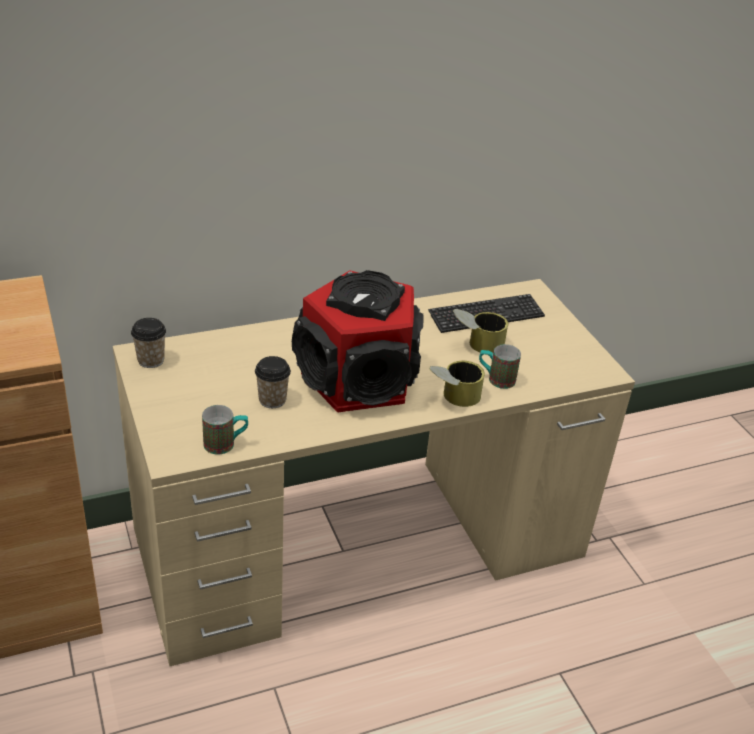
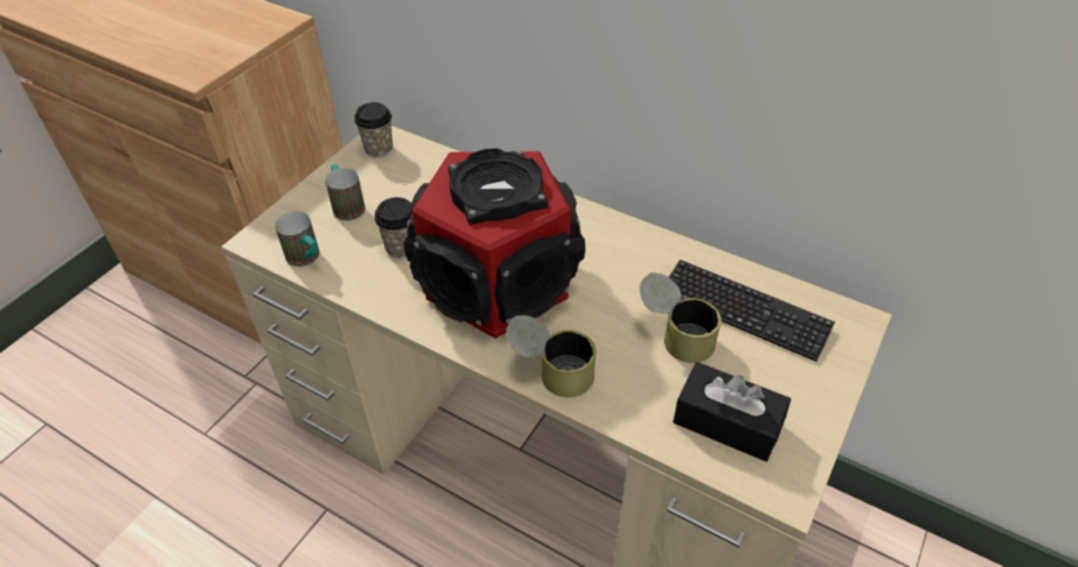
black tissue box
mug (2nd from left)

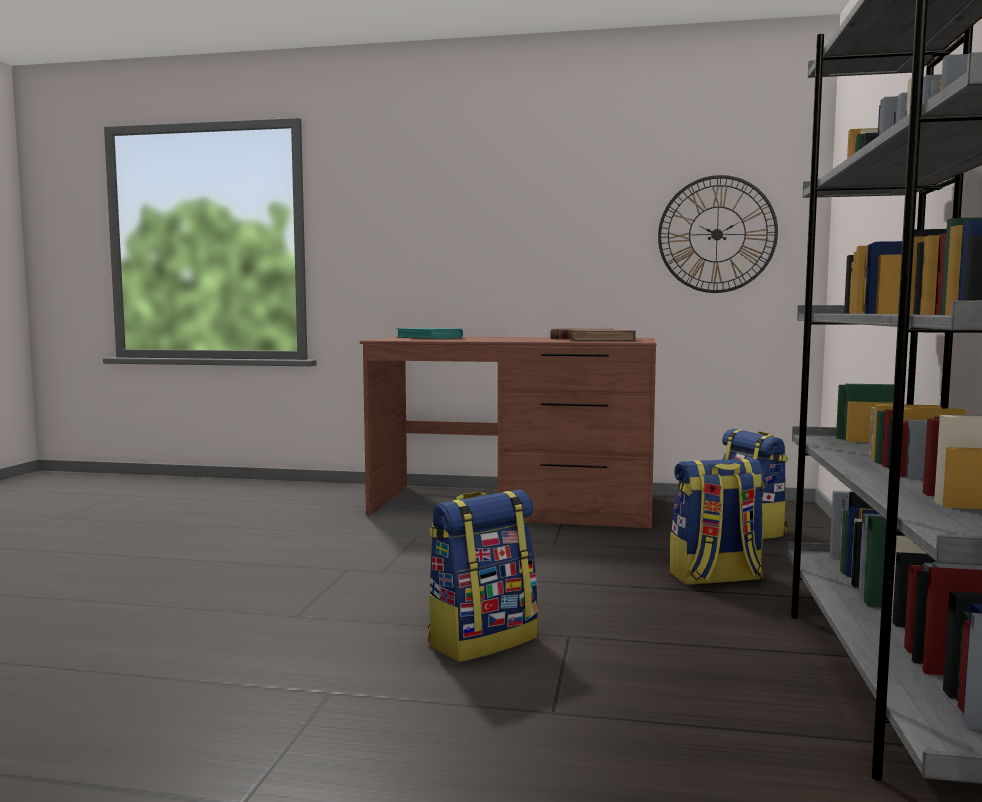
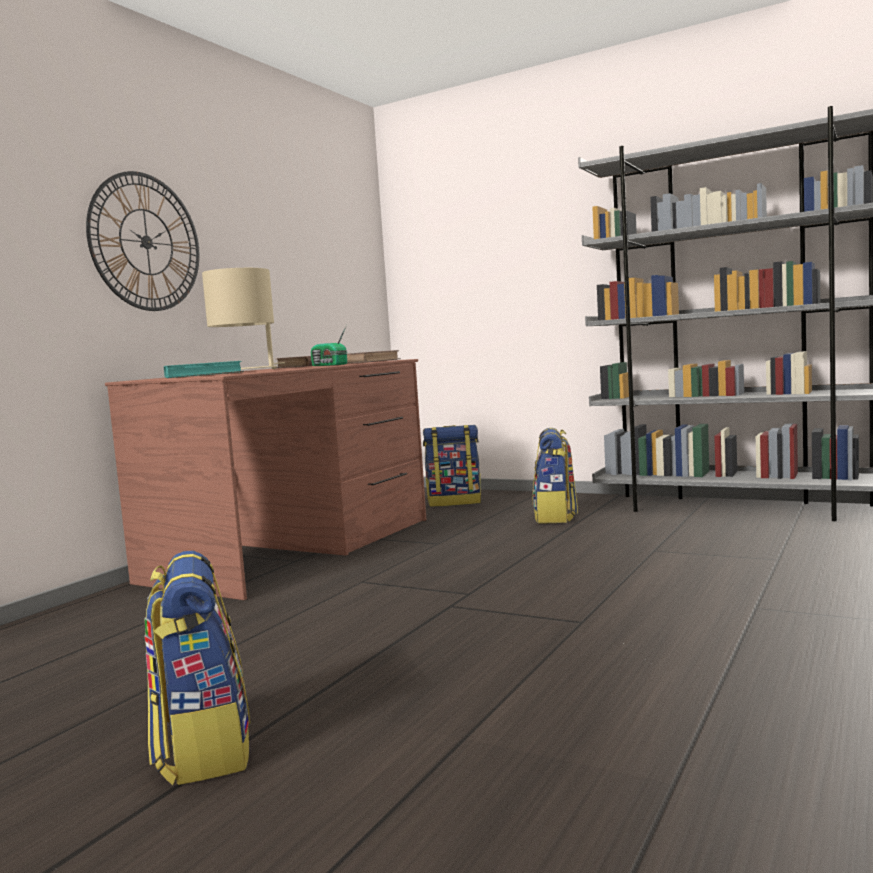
beige table lamp
radio
backpack (1st from left)
wall clock

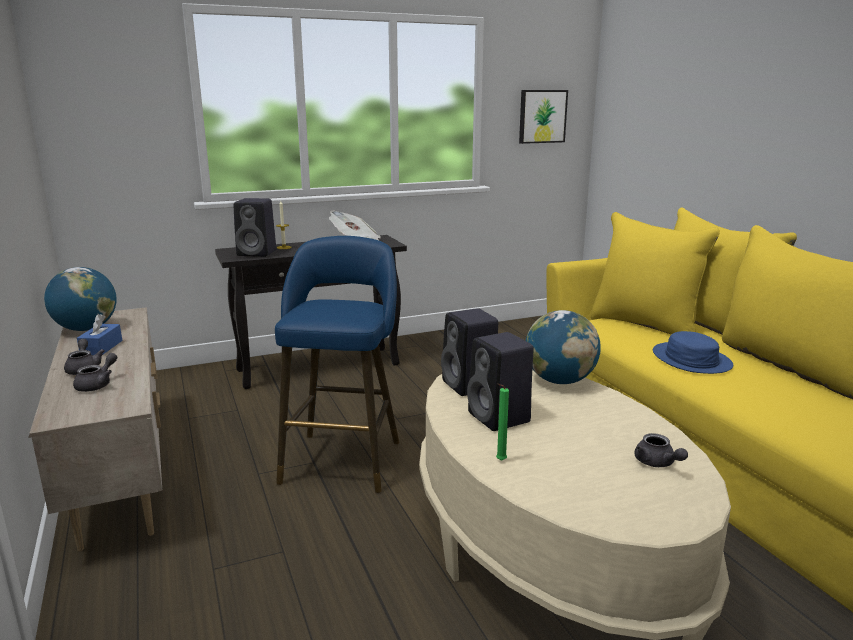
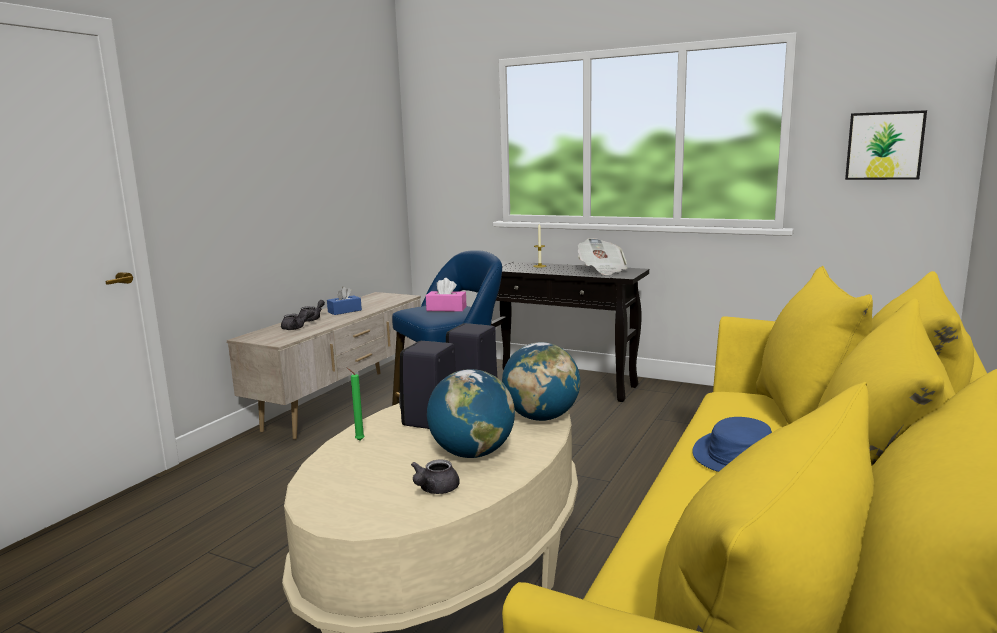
black speaker (1st from left in the first image)
pink tissue box
globe (1st from left)

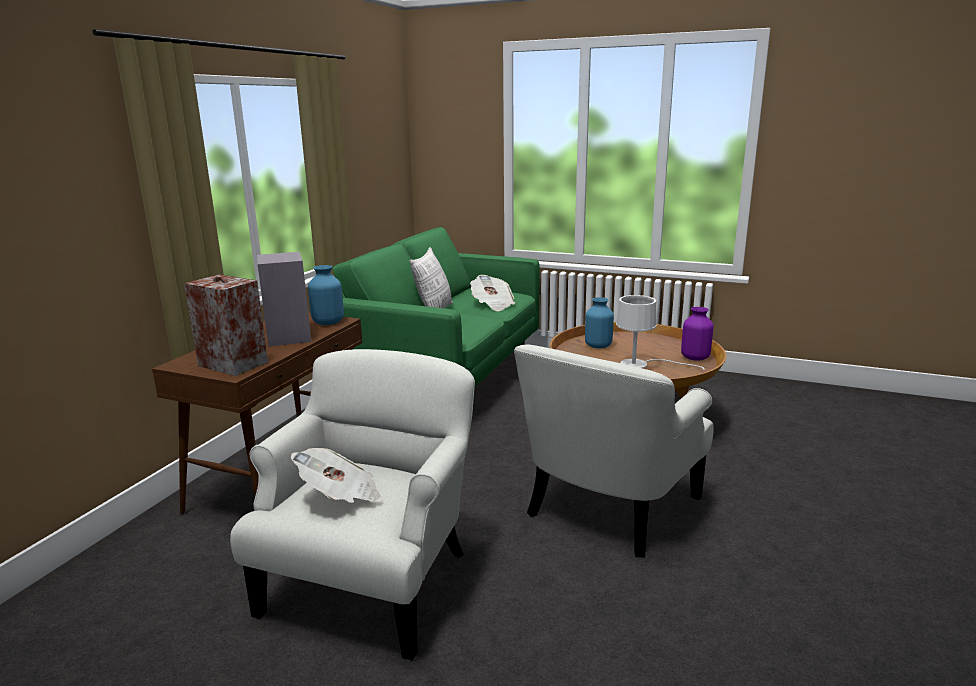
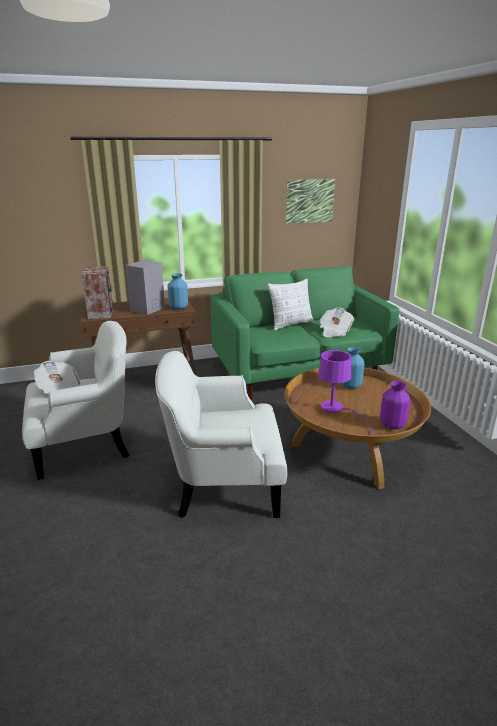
picture
purple table lamp

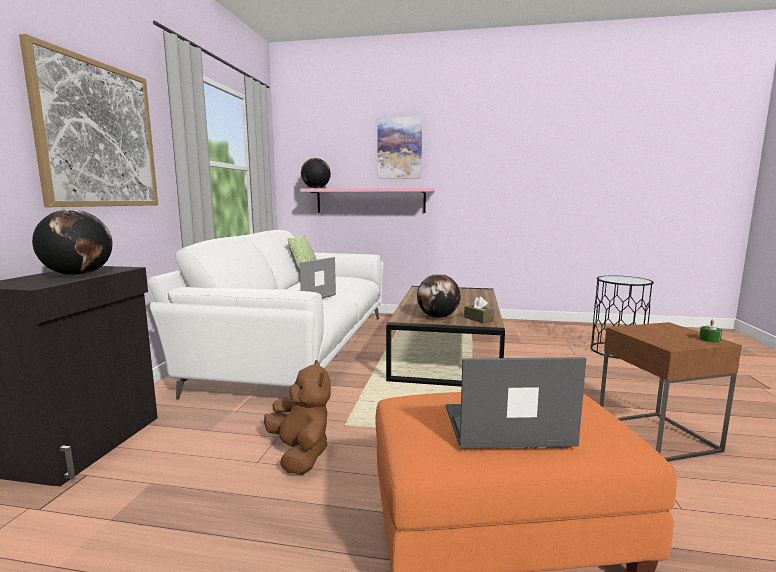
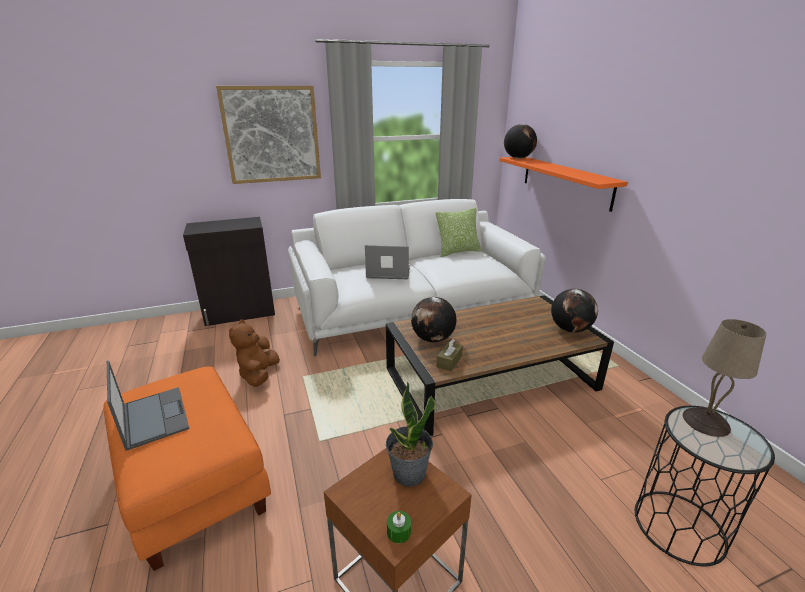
picture (2nd from left in the first image)
potted plant
beige table lamp
globe (3rd from left)
orange shelf
brown plush toy

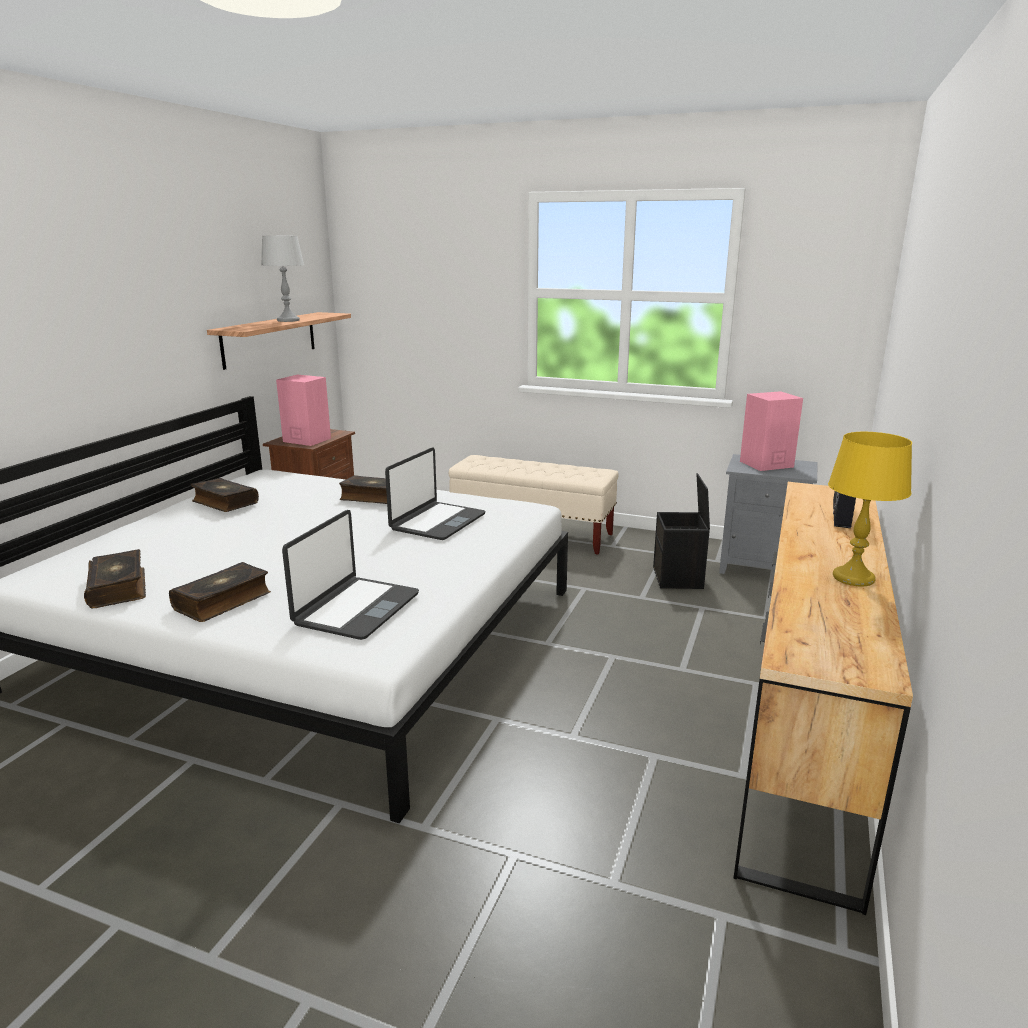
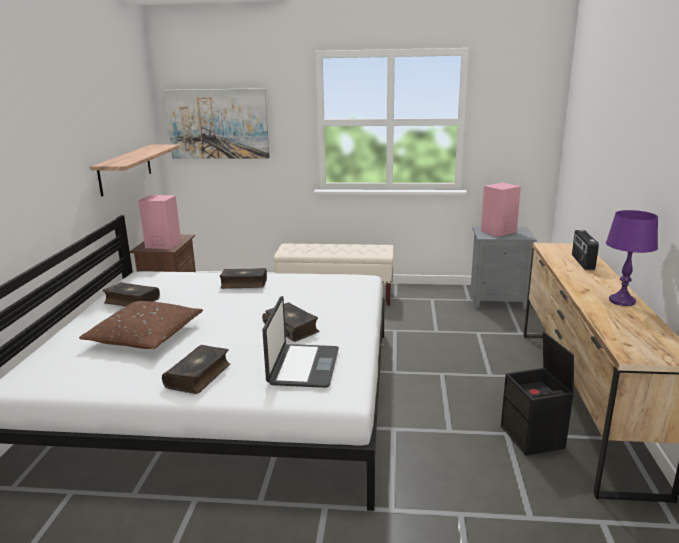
grey table lamp
laptop (2nd from left in the first image)
brown pillow
picture
book (4th from left)
black storage box
purple table lamp

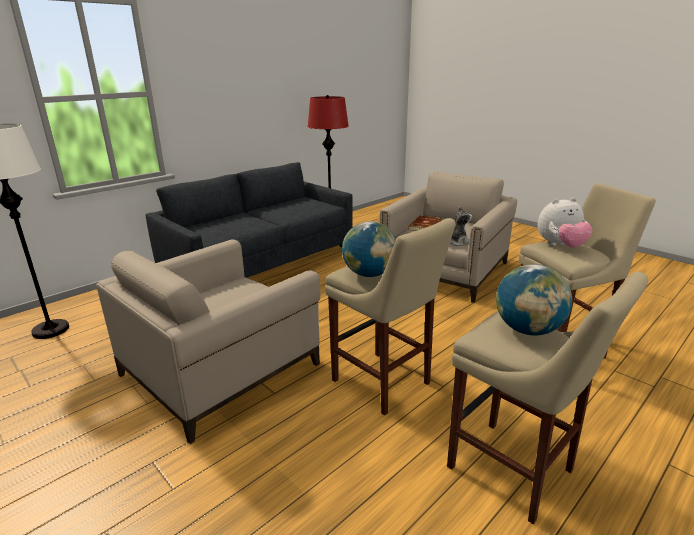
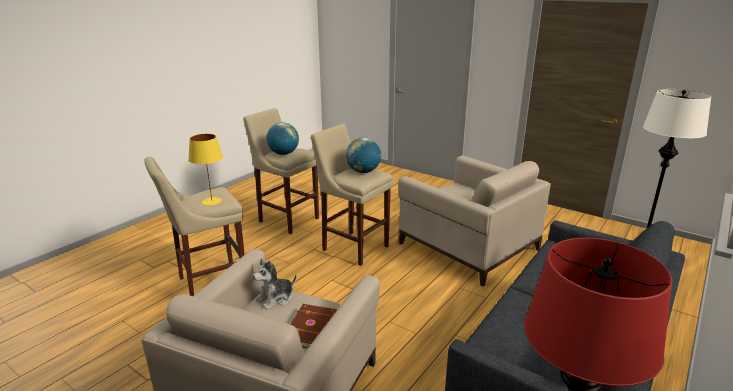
yellow table lamp
beige armchair (2nd from left)

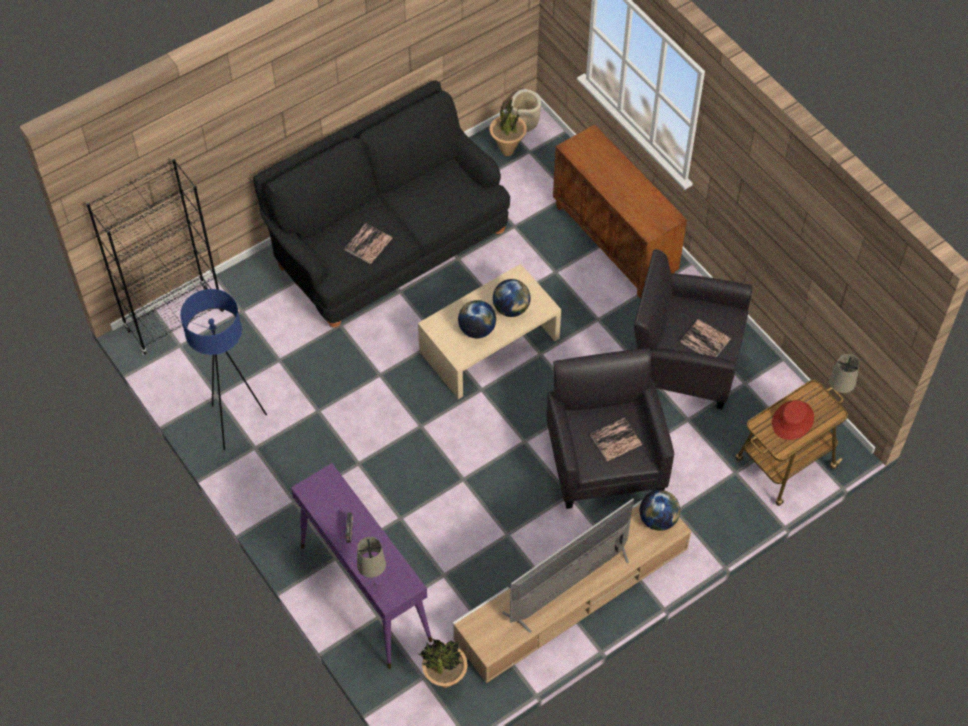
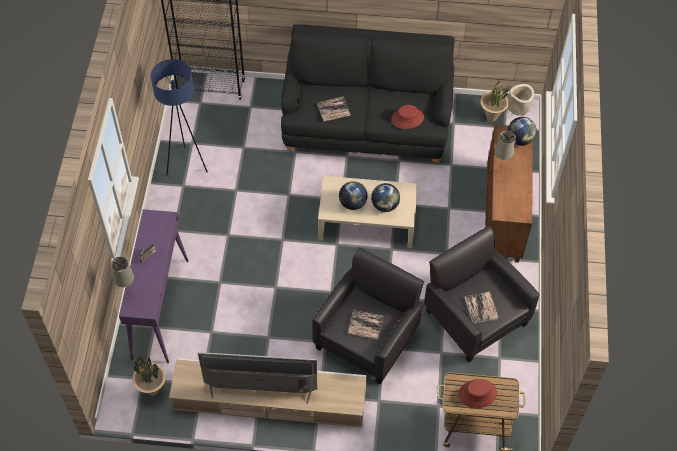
red hat (1st from left)
globe (3rd from left)
beige table lamp (2nd from left)

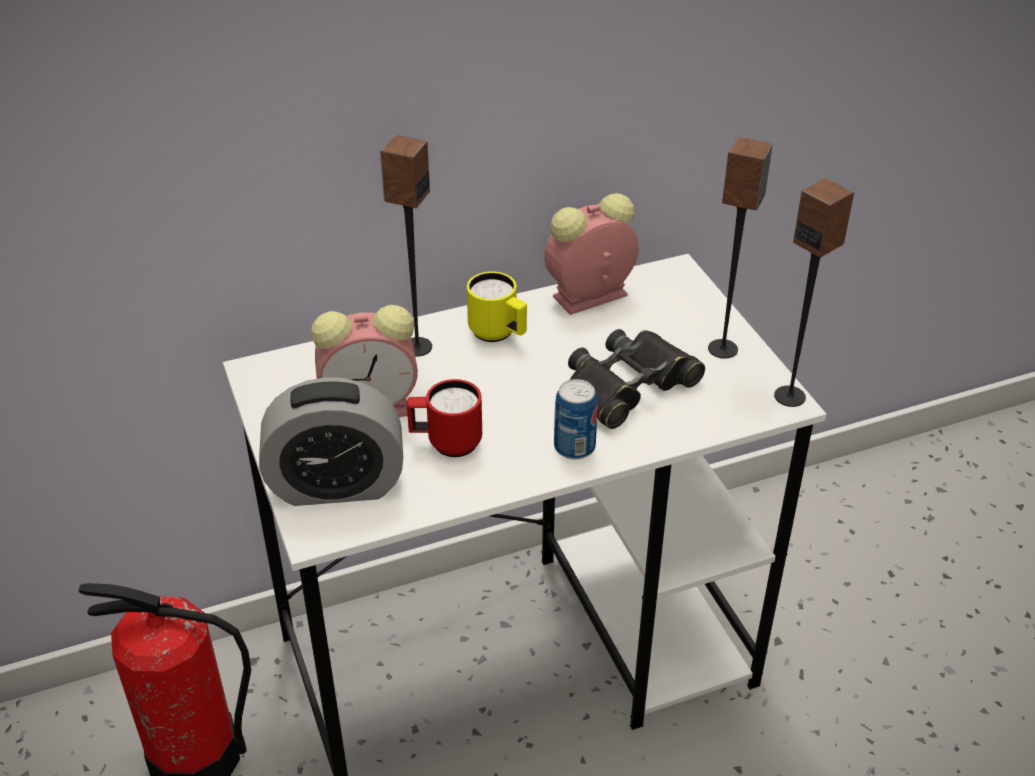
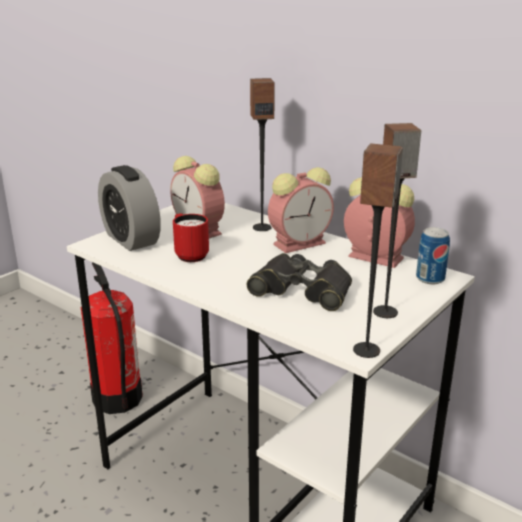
can
alarm clock (3rd from left)

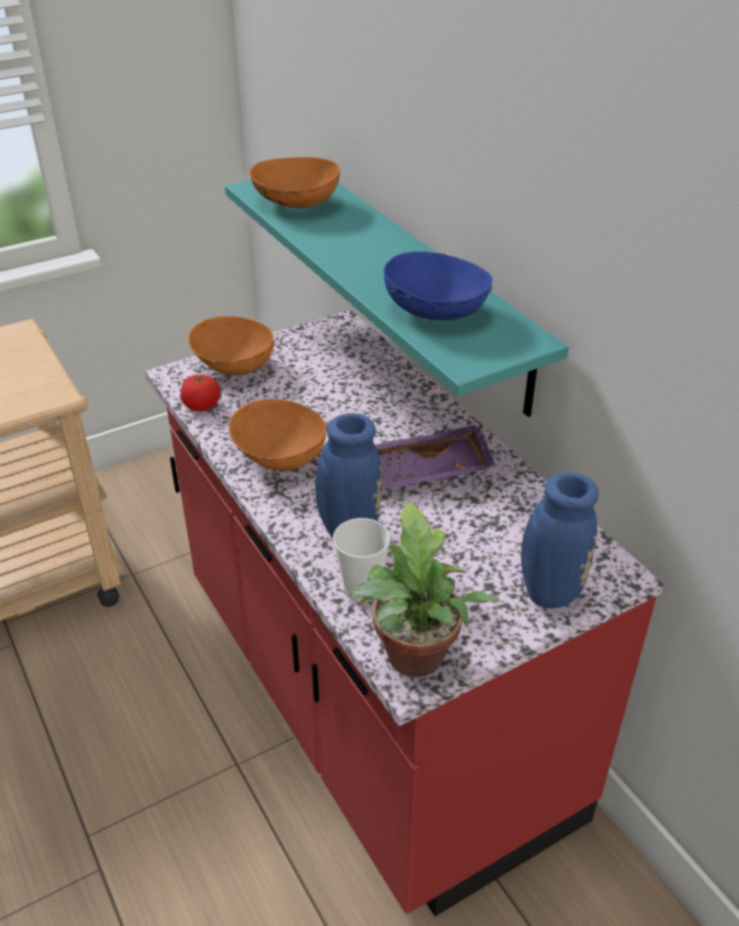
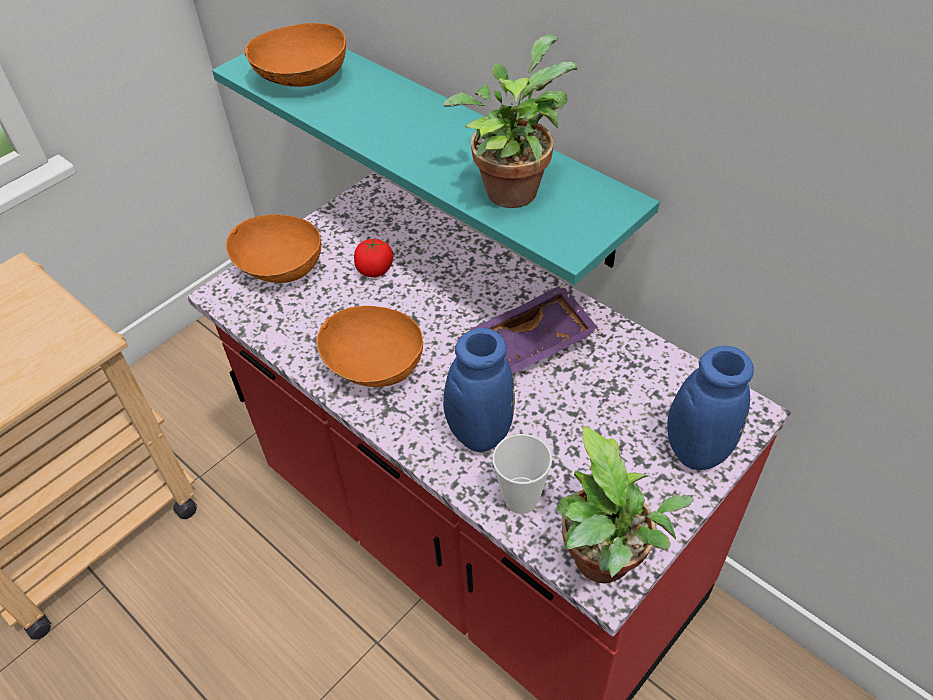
tomato
potted plant (1st from left)

